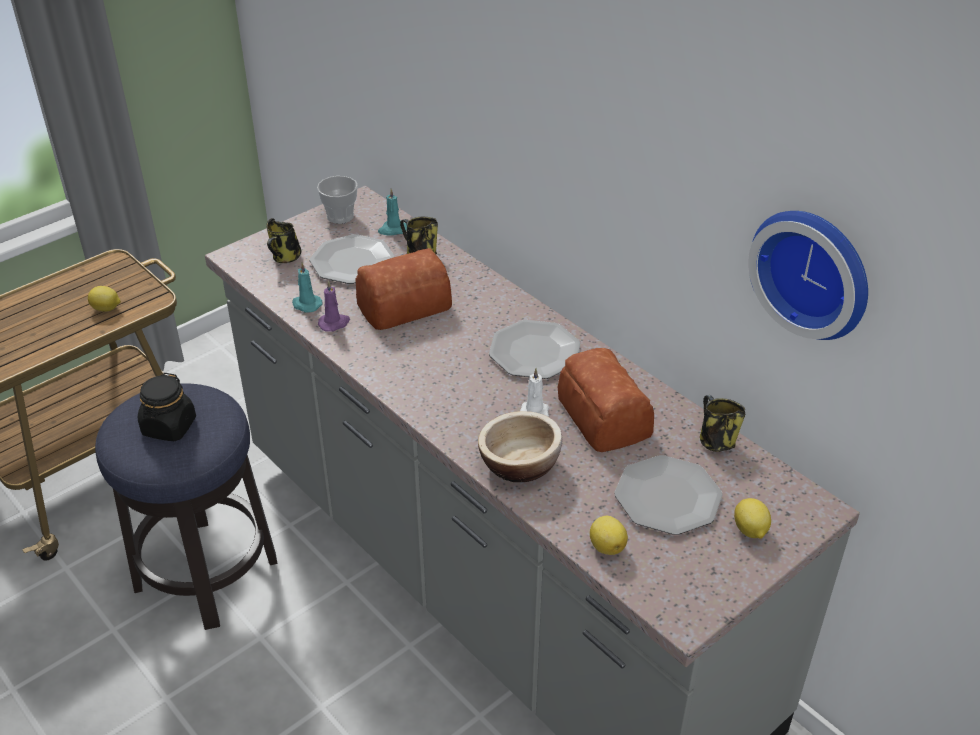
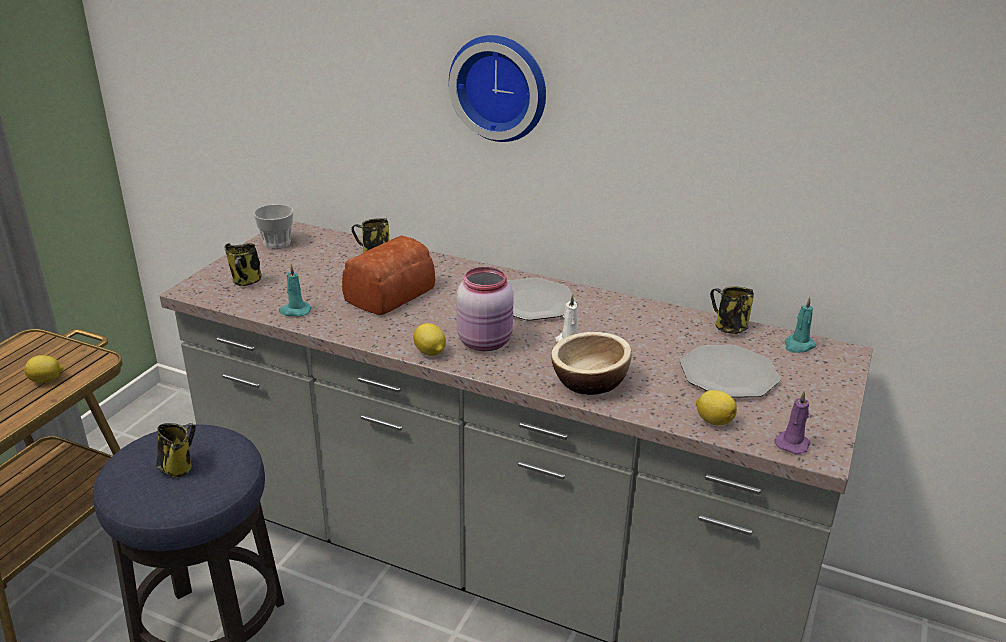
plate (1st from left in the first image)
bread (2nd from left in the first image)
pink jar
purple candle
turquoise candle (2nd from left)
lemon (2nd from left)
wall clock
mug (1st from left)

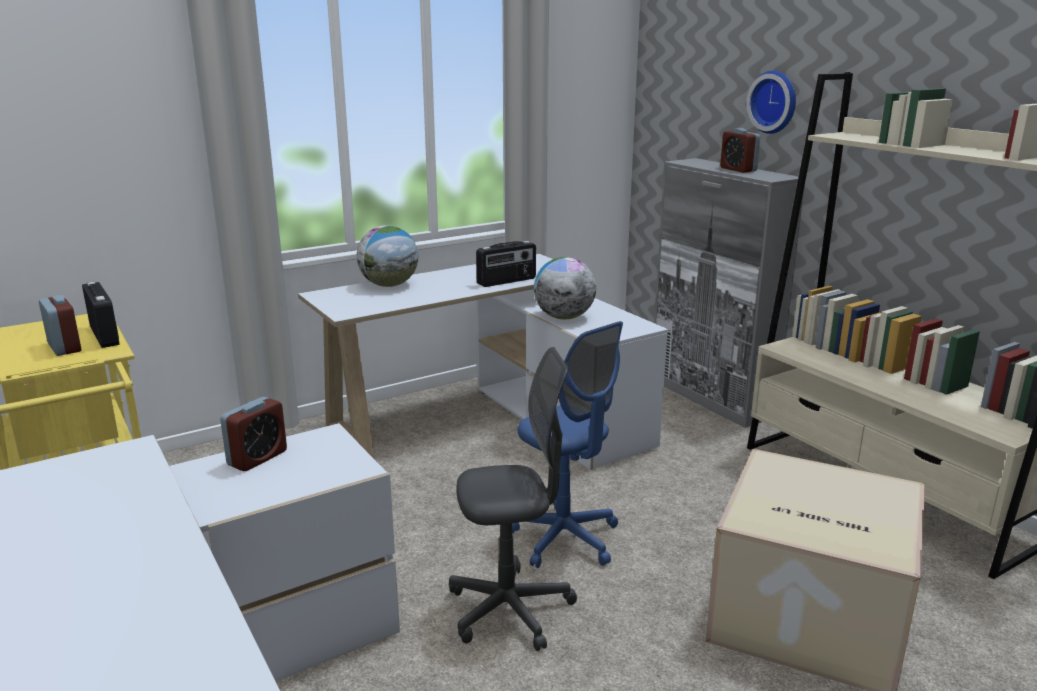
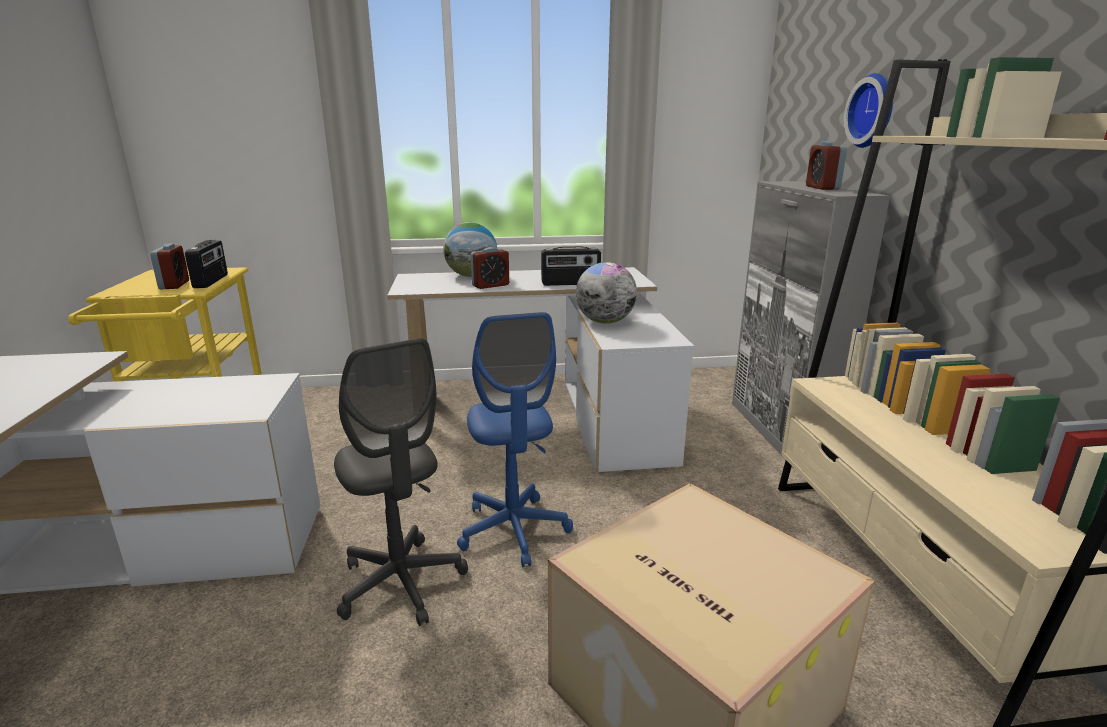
alarm clock (2nd from left)
grey office chair

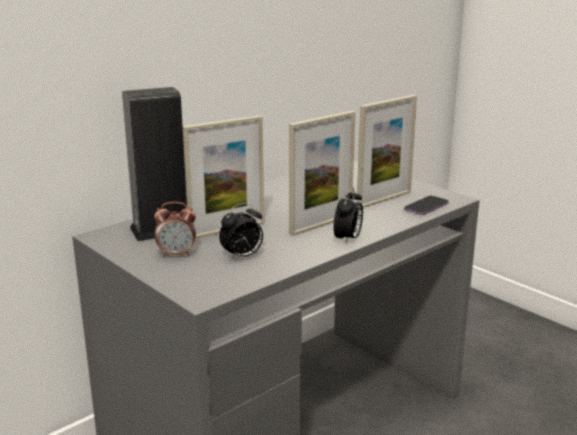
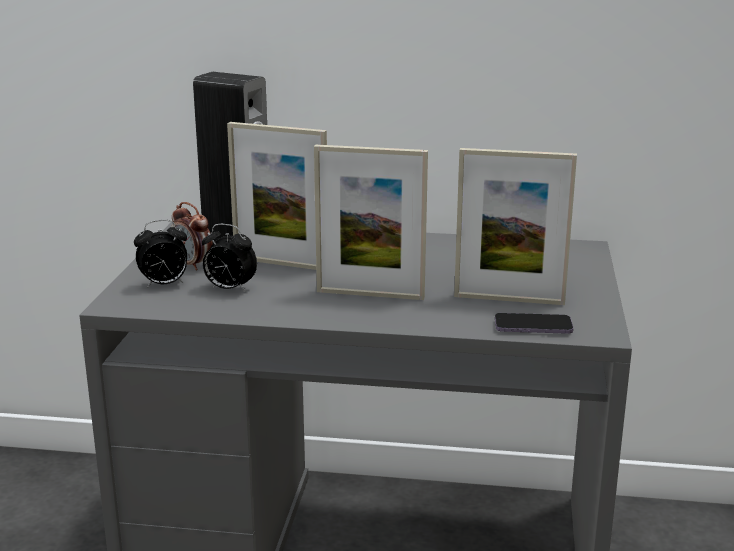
alarm clock (1st from left)

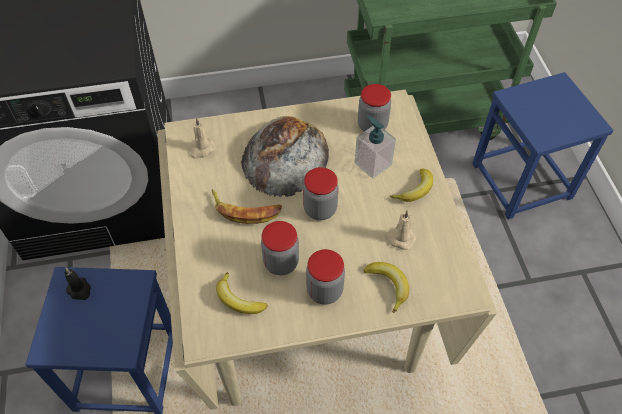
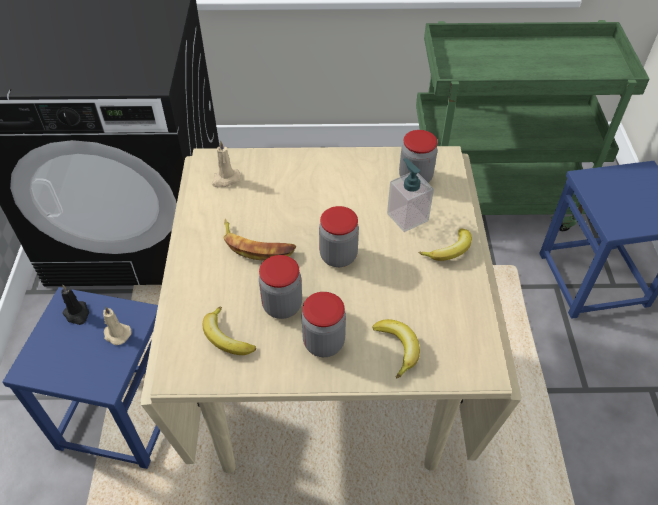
bread
beige candle (1st from left)

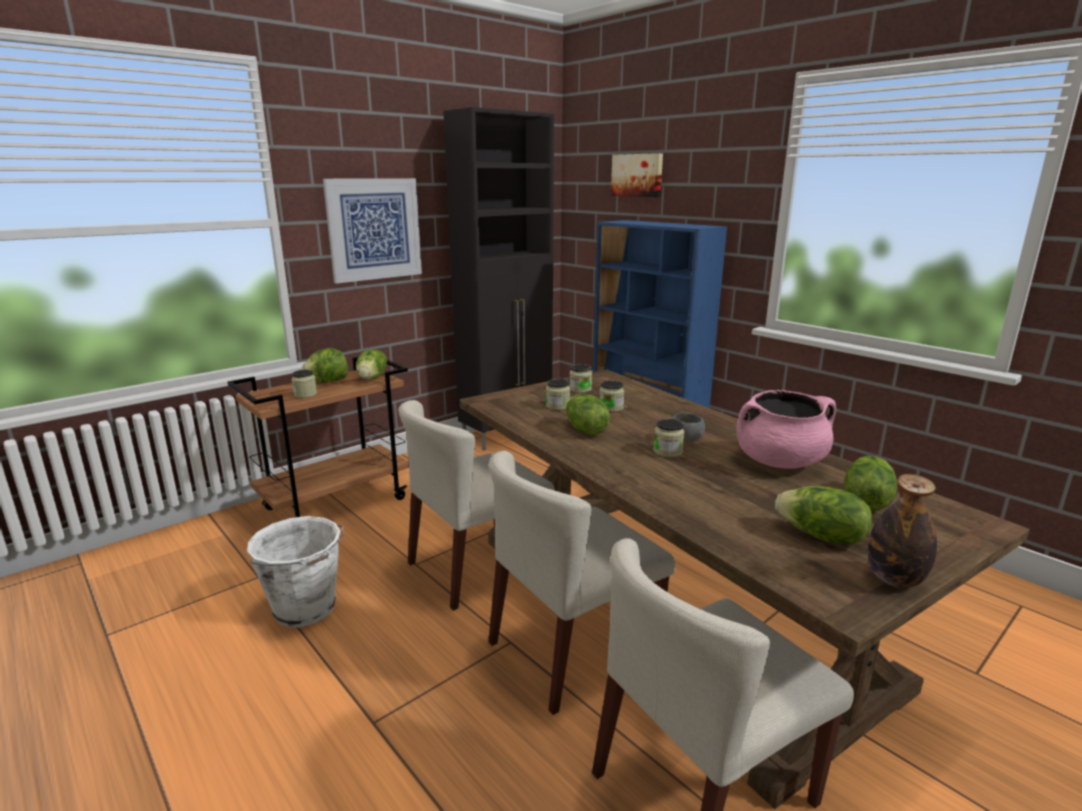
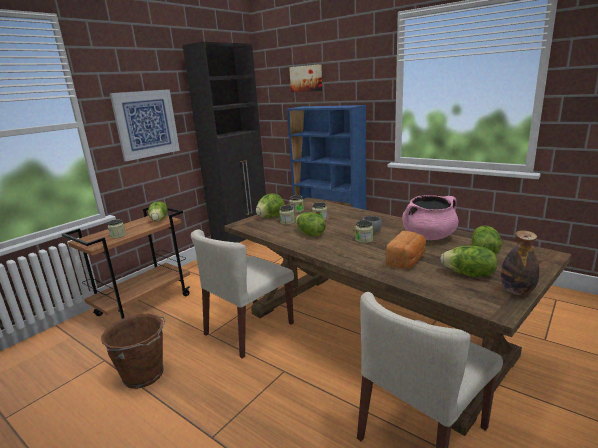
beige chair (2nd from left in the first image)
bread
lettuce (2nd from left)
brown bucket

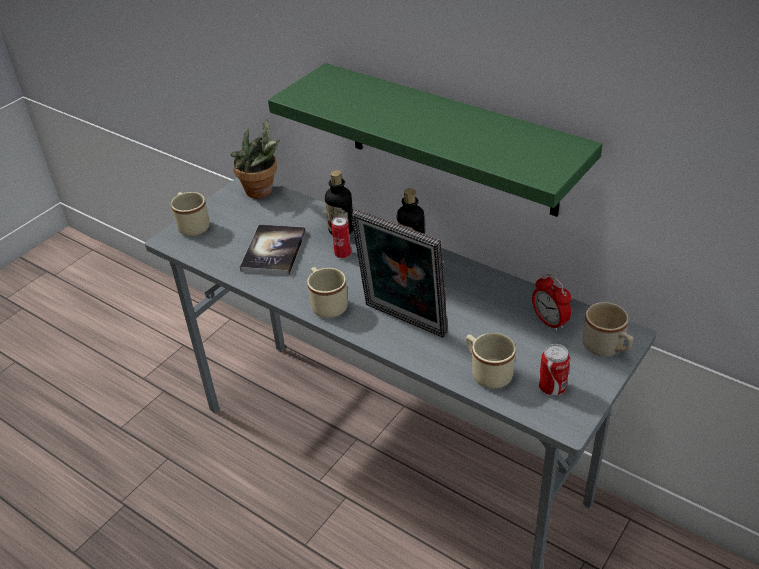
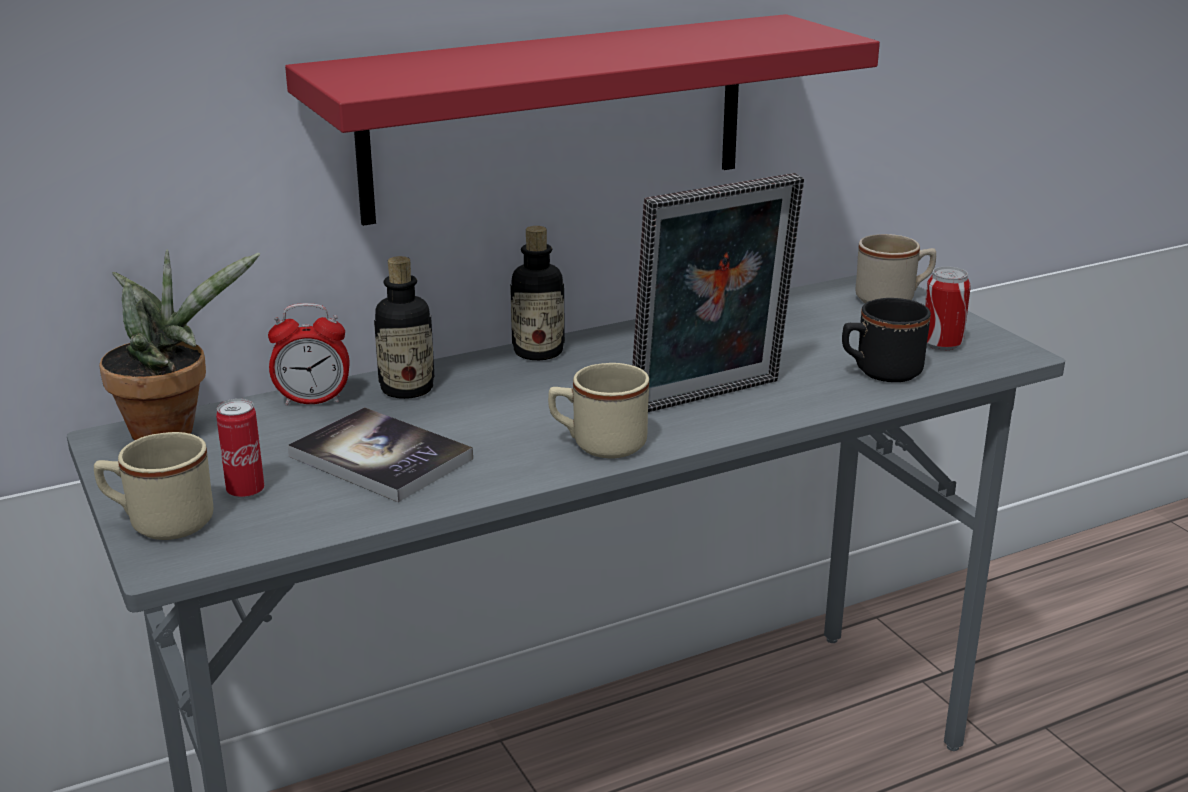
can (1st from left)
alarm clock
red shelf
black mug

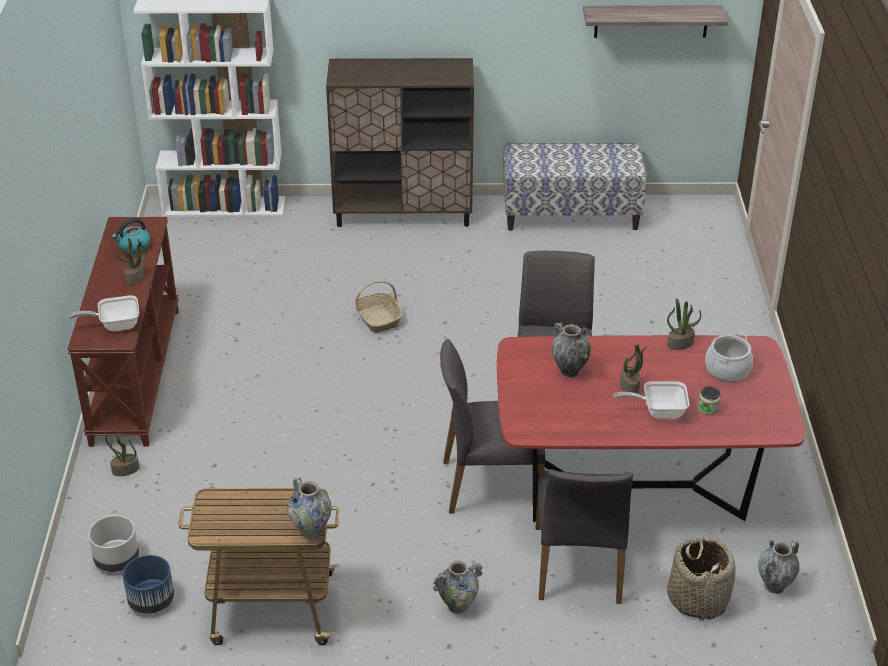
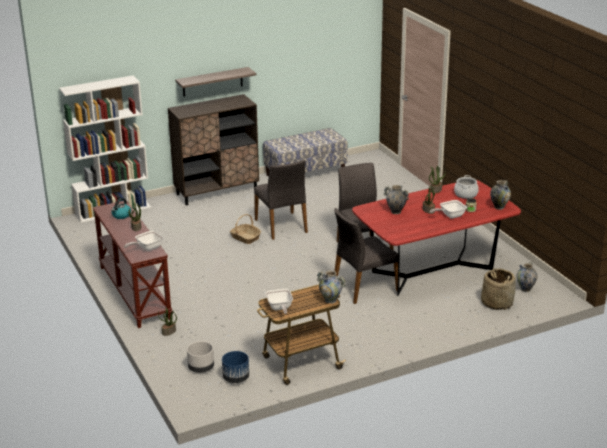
frying pan (2nd from left)
vase (3rd from left)
grey chair (1st from left)
shelf

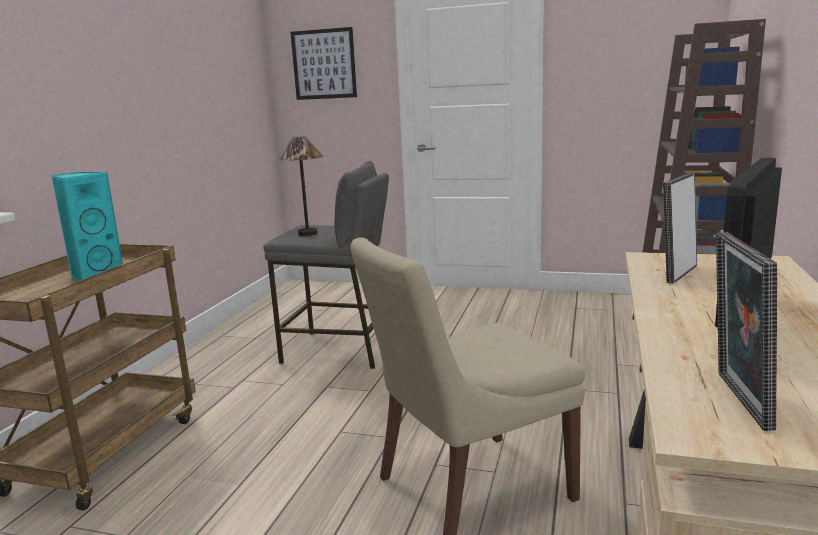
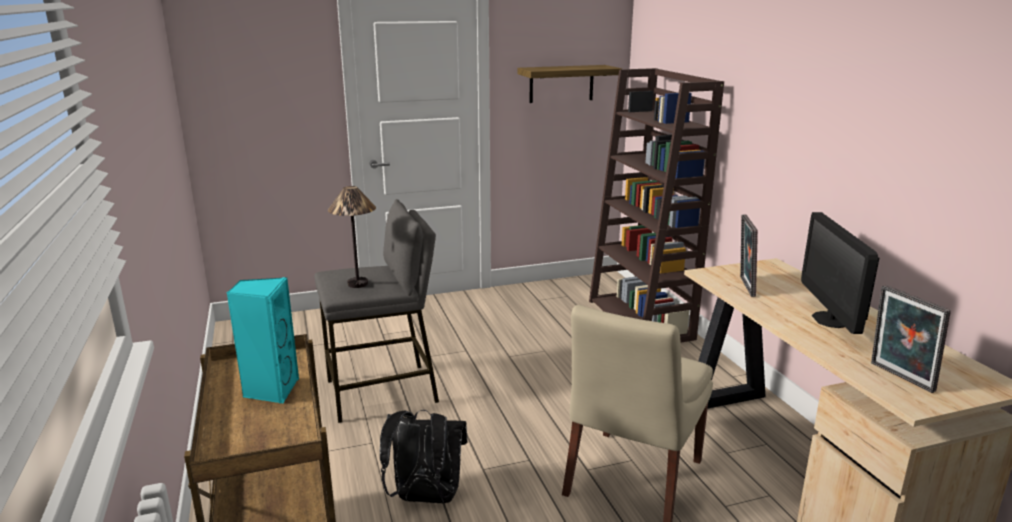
picture
black backpack
shelf

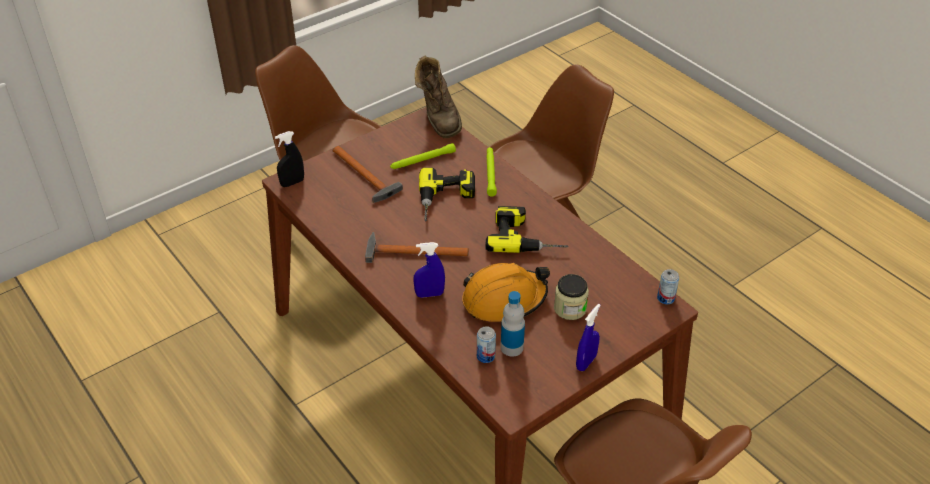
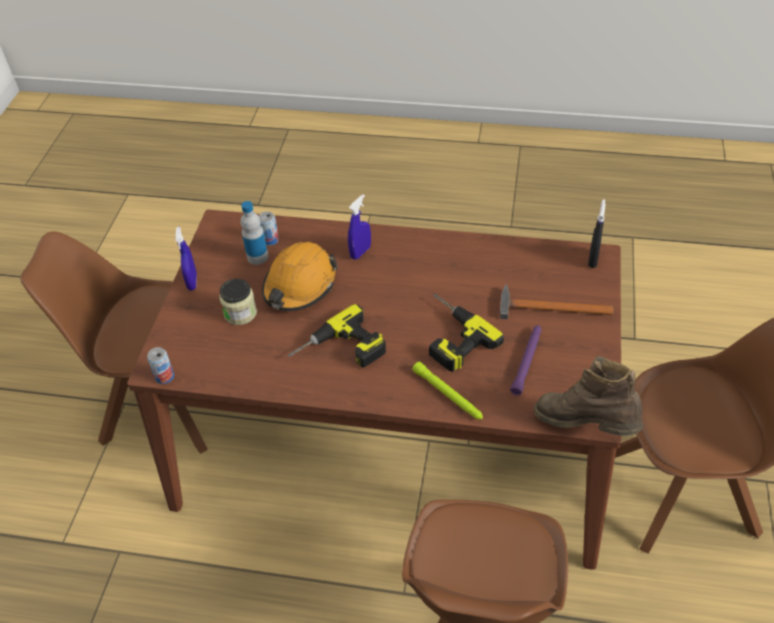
hammer (2nd from left in the first image)
purple flashlight

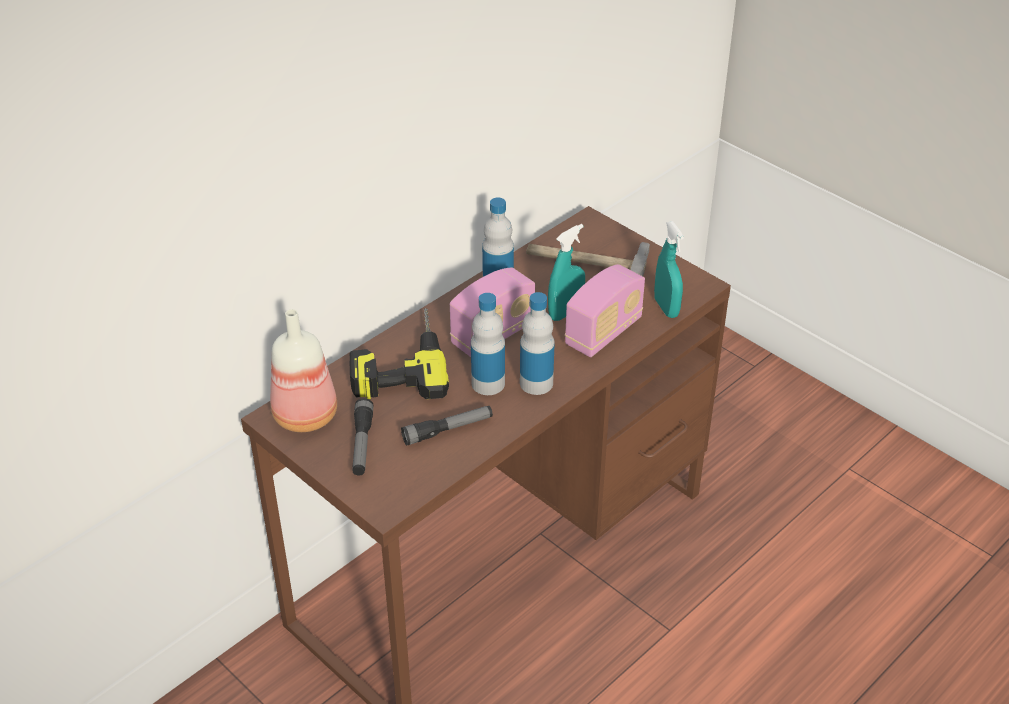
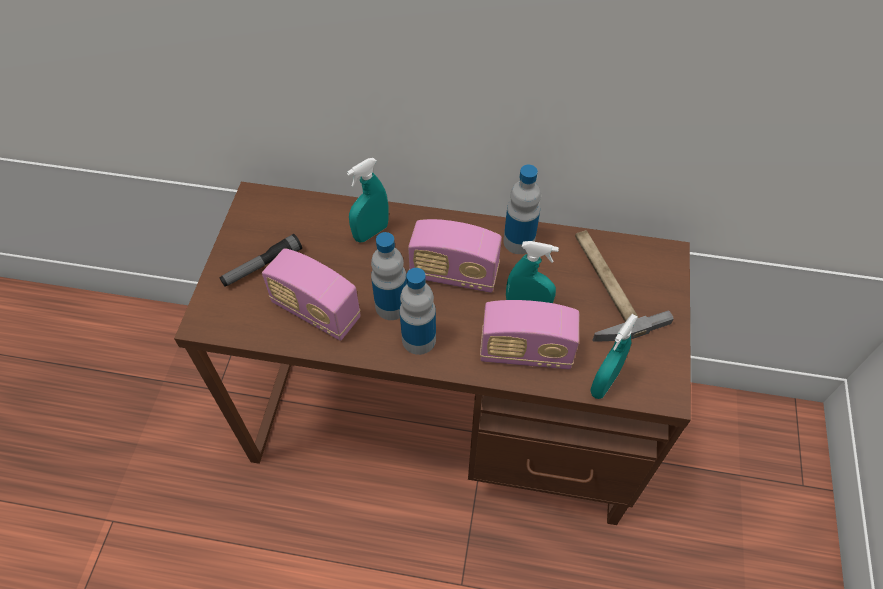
bottle (1st from left in the first image)
turquoise spray bottle (1st from left)
radio (1st from left)

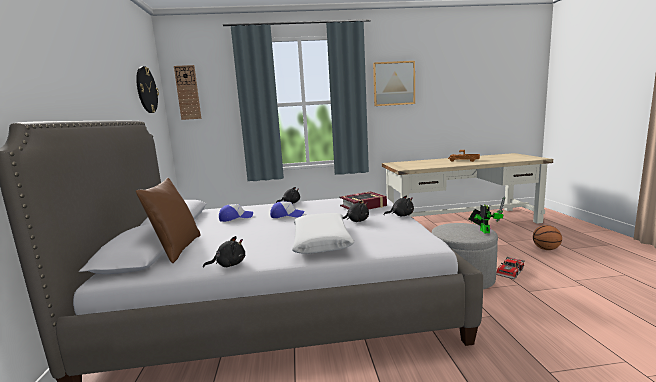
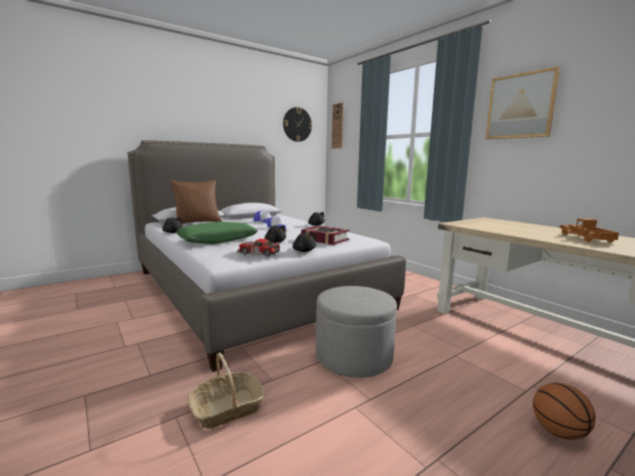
toy robot
basket
toy car
green pillow

